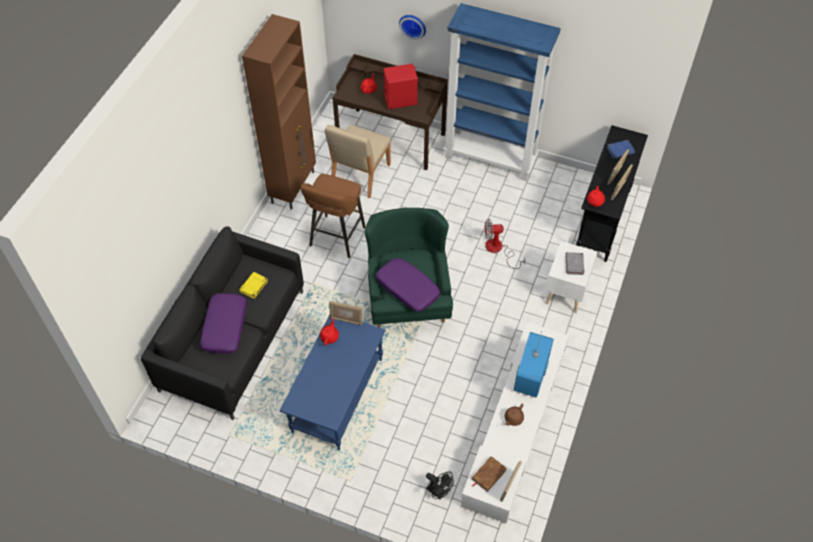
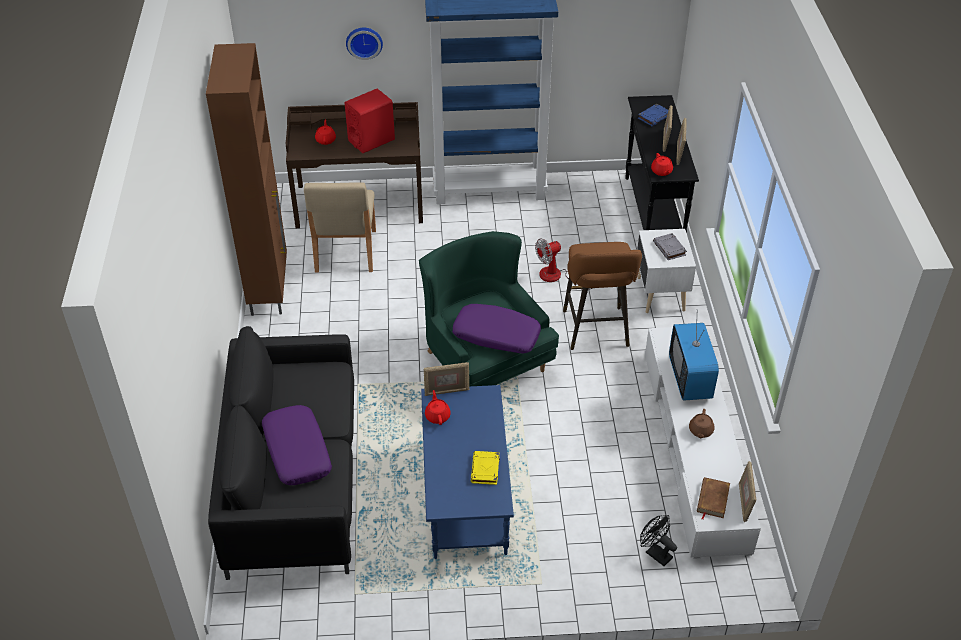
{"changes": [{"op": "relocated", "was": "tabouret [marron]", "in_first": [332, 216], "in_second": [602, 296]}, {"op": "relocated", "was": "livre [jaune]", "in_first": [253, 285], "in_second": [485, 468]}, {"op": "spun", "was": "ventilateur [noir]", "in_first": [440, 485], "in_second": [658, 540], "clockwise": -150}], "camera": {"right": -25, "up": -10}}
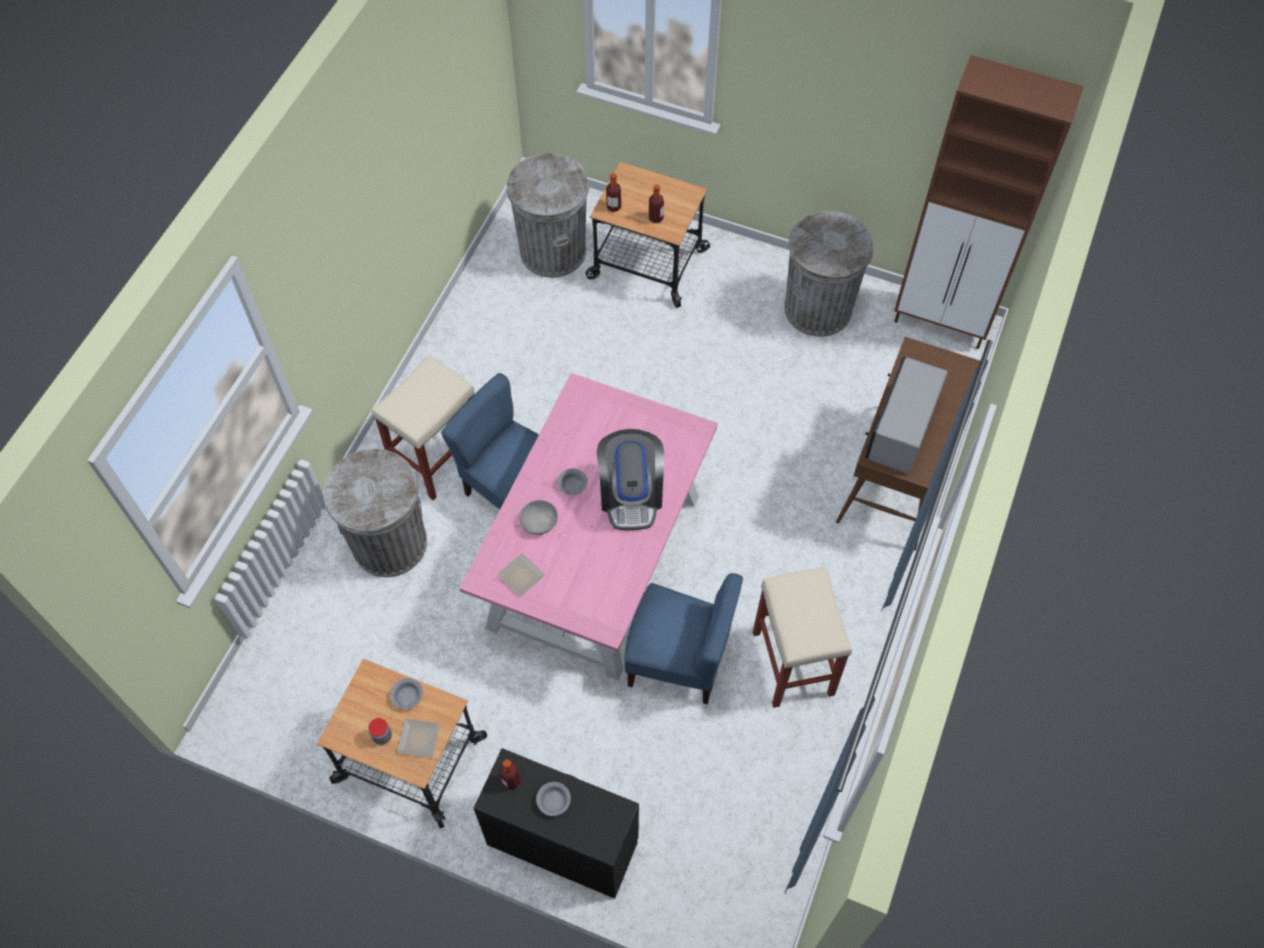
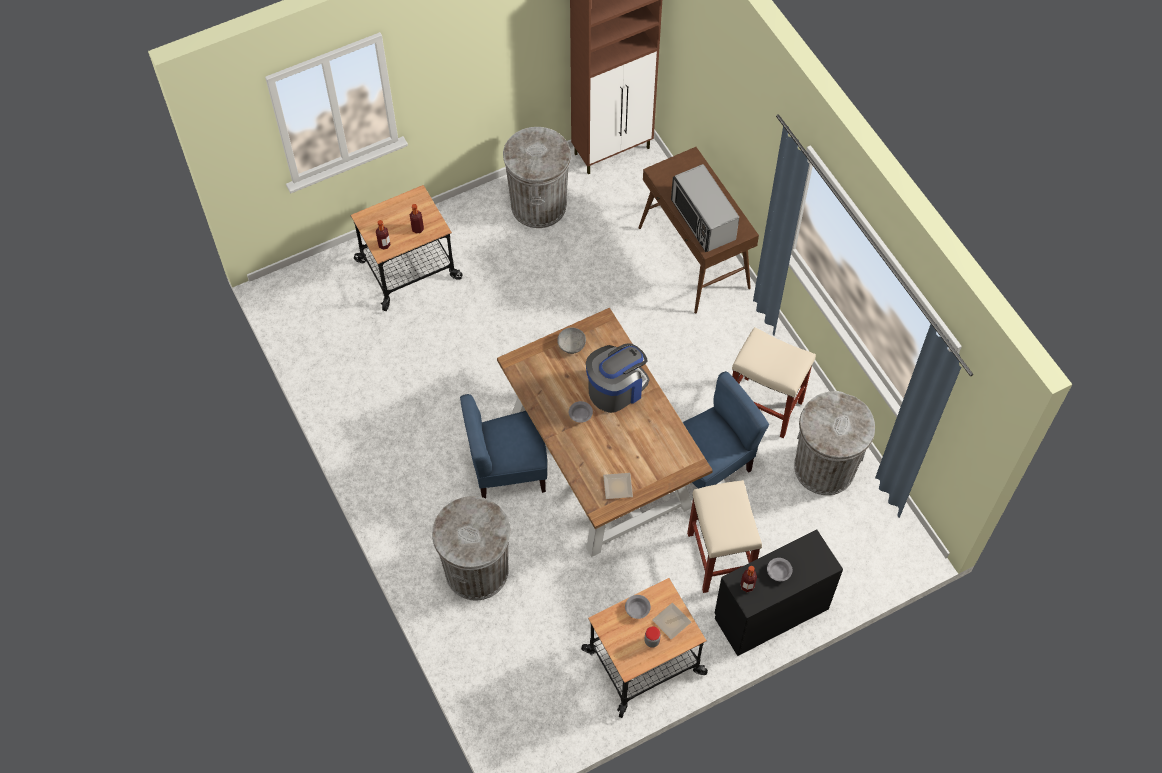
{"changes": [{"op": "relocated", "was": "poubelle [gris]", "in_first": [548, 215], "in_second": [834, 443]}, {"op": "relocated", "was": "tabouret [beige]", "in_first": [423, 427], "in_second": [724, 536]}, {"op": "colour", "was": "table à manger [rose]", "now": "table à manger [marron]", "in_first": [588, 526], "in_second": [605, 432]}, {"op": "spun", "was": "machine à café", "in_first": [630, 479], "in_second": [618, 378], "clockwise": -75}, {"op": "relocated", "was": "bol [gris]", "in_first": [539, 517], "in_second": [571, 341]}], "camera": {"right": -50, "up": 0}}
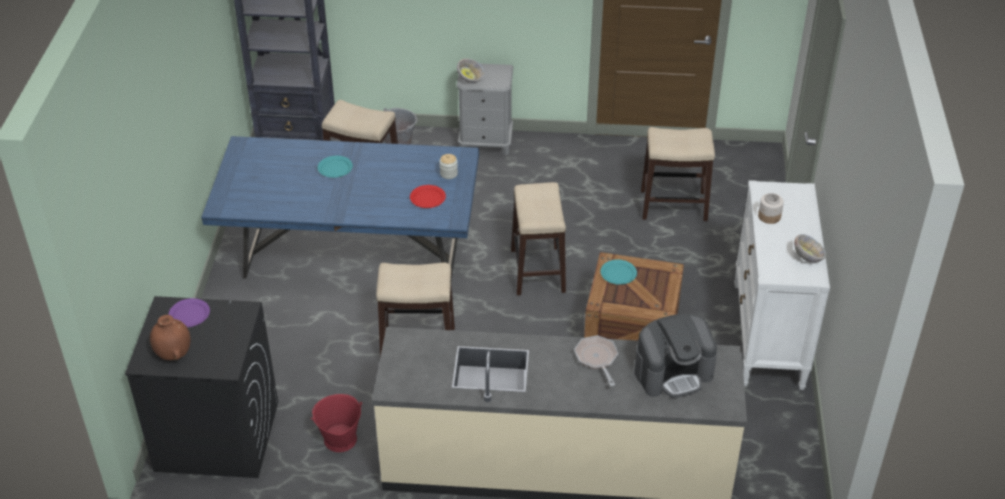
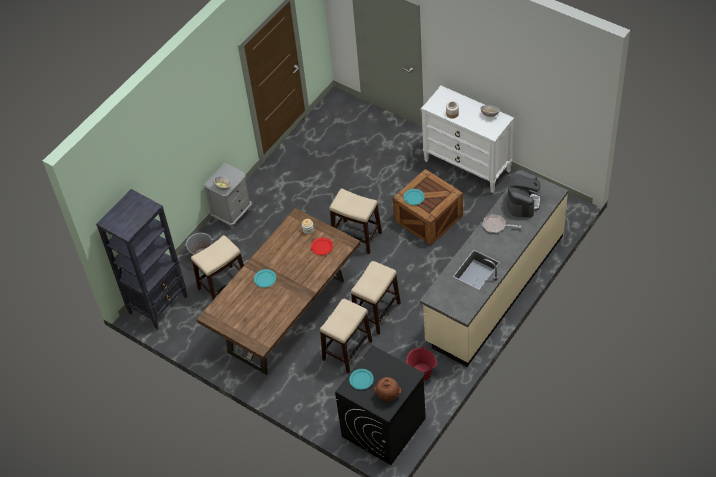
{"changes": [{"op": "relocated", "was": "tabouret", "in_first": [678, 174], "in_second": [346, 336]}, {"op": "colour", "was": "table à manger [bleu]", "now": "table à manger [marron]", "in_first": [340, 208], "in_second": [279, 291]}, {"op": "colour", "was": "assiette [violet]", "now": "assiette [turquoise]", "in_first": [189, 312], "in_second": [361, 379]}], "camera": {"right": -55, "up": 10}}
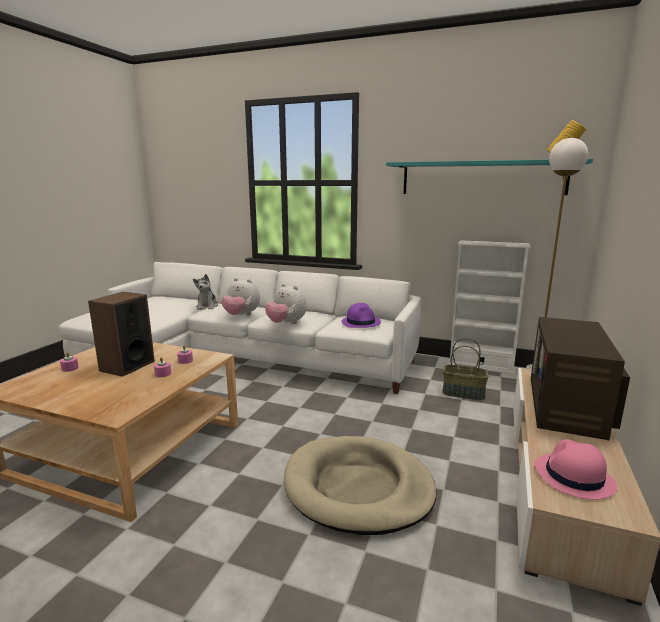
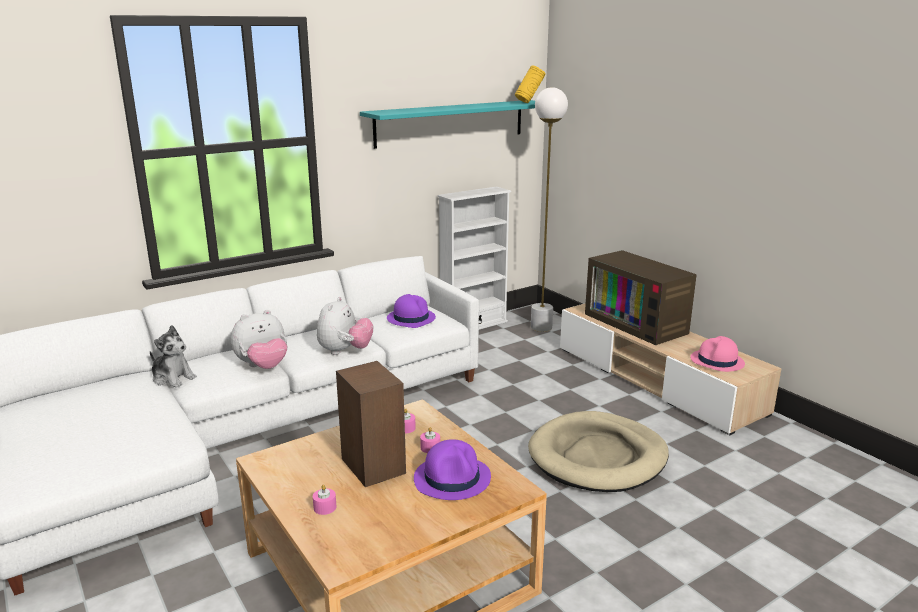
{"changes": [{"op": "spun", "was": "peluche", "in_first": [286, 304], "in_second": [345, 326], "clockwise": -60}, {"op": "missing", "was": "panier", "in_first": [465, 369]}, {"op": "appeared", "now": "chapeau [violet]", "in_second": [452, 469]}], "camera": {"right": -55, "up": 5}}
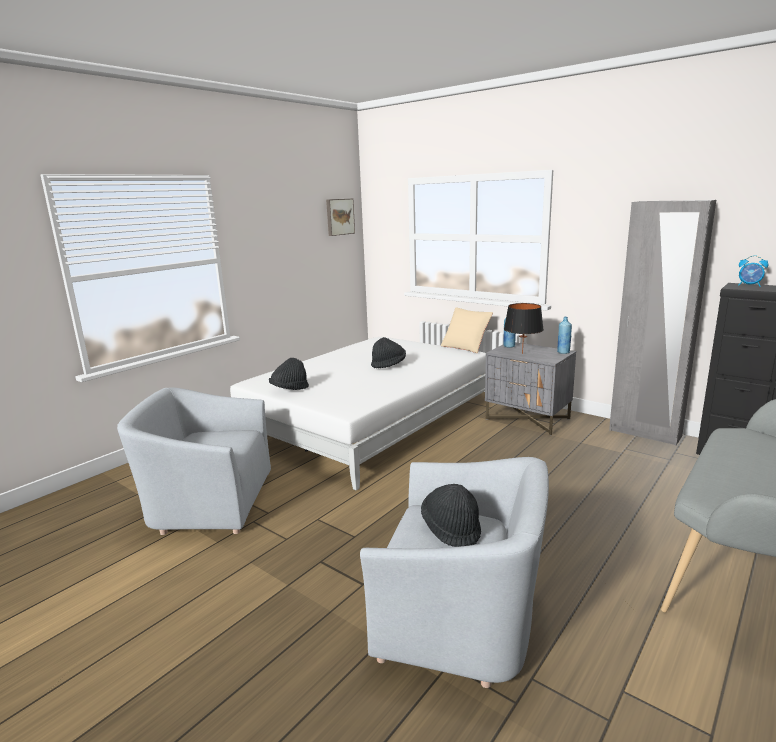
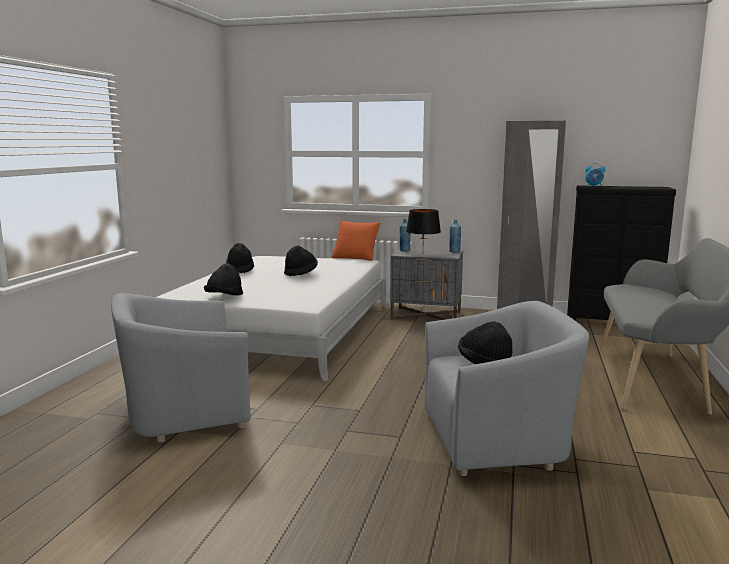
{"changes": [{"op": "missing", "was": "tableau", "in_first": [340, 217]}, {"op": "colour", "was": "coussin [beige]", "now": "coussin [orange]", "in_first": [467, 330], "in_second": [356, 241]}, {"op": "appeared", "now": "chapeau [noir]", "in_second": [240, 258]}], "camera": {"right": -25, "up": -5}}
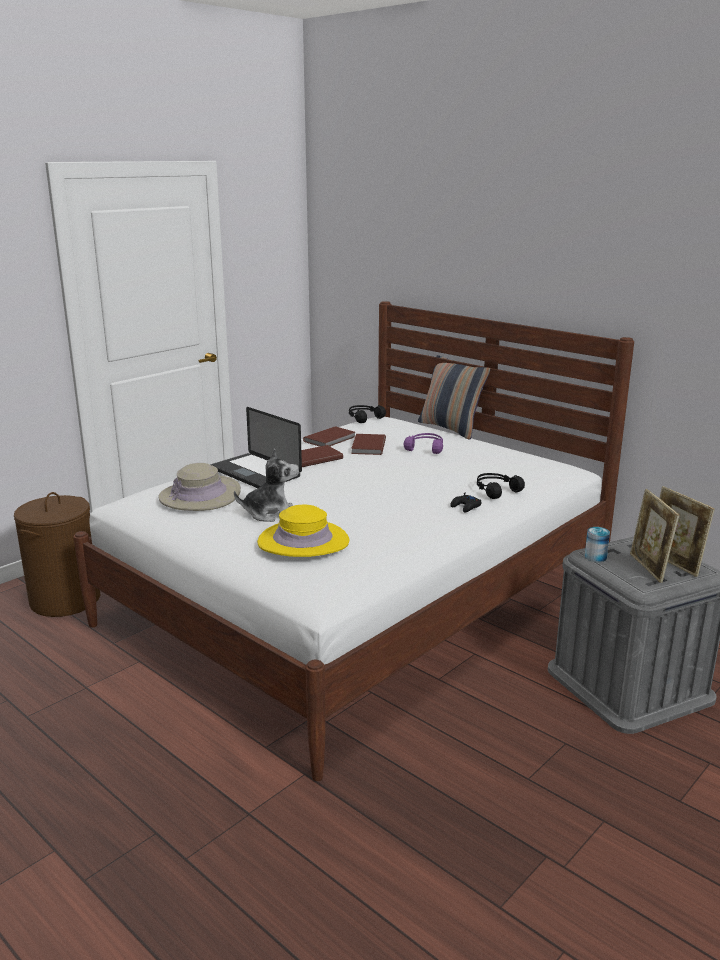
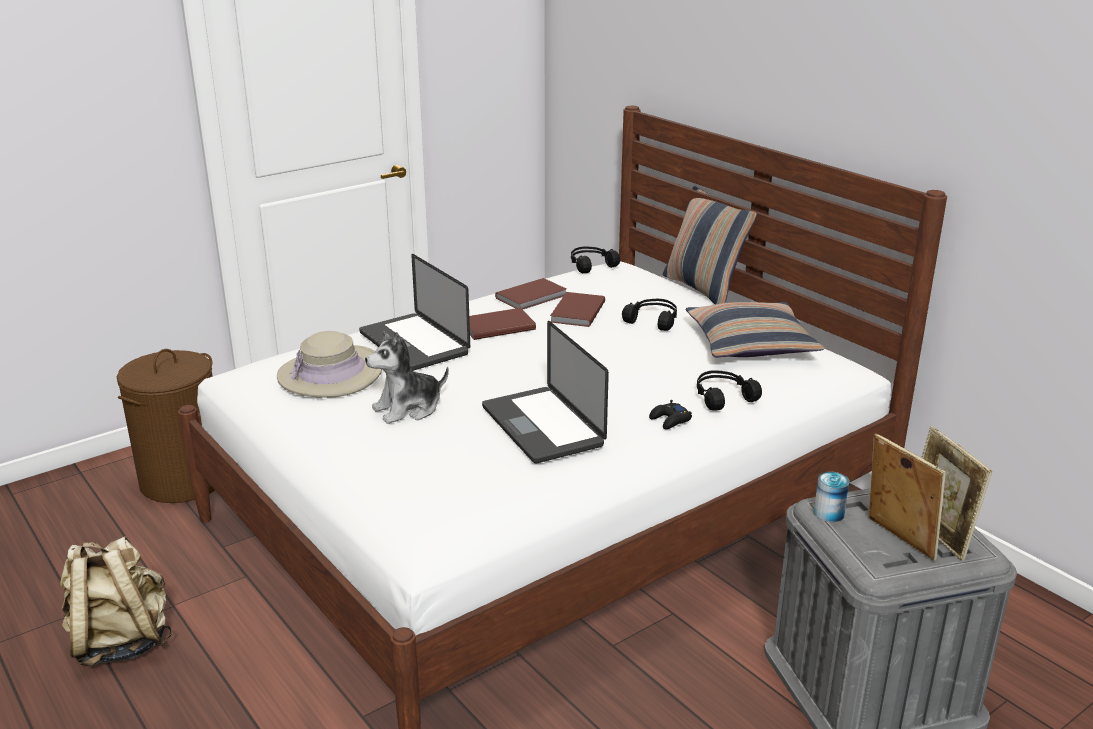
{"changes": [{"op": "colour", "was": "casque audio [violet]", "now": "casque audio [noir]", "in_first": [423, 443], "in_second": [649, 315]}, {"op": "spun", "was": "peluche", "in_first": [266, 485], "in_second": [407, 377], "clockwise": 150}, {"op": "spun", "was": "cadre photo", "in_first": [654, 536], "in_second": [907, 497], "clockwise": 150}, {"op": "missing", "was": "chapeau [jaune]", "in_first": [303, 531]}, {"op": "appeared", "now": "coussin", "in_second": [755, 330]}, {"op": "appeared", "now": "ordinateur portable", "in_second": [545, 392]}, {"op": "appeared", "now": "sac à dos [beige]", "in_second": [116, 601]}], "camera": {"right": 10, "up": 5}}
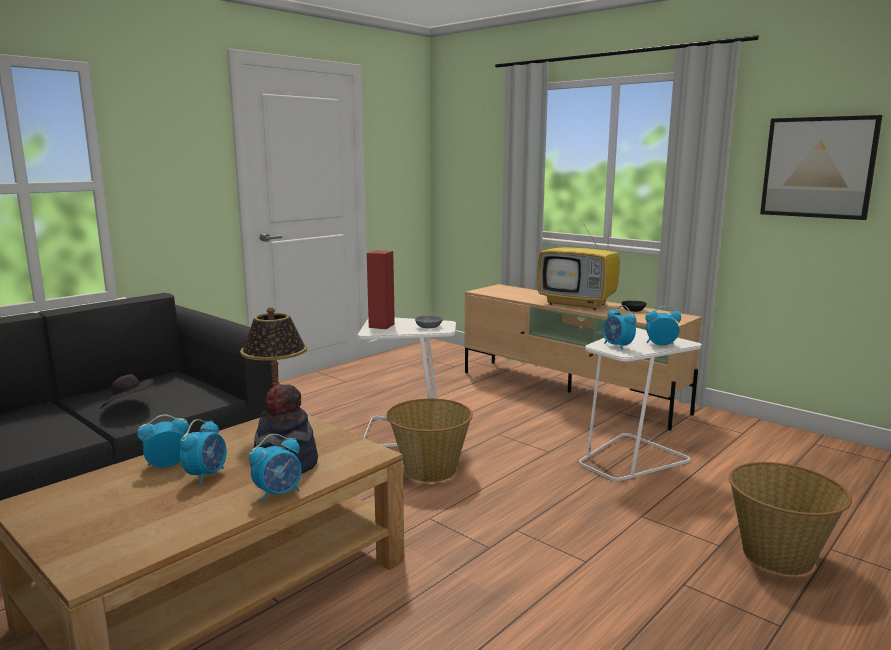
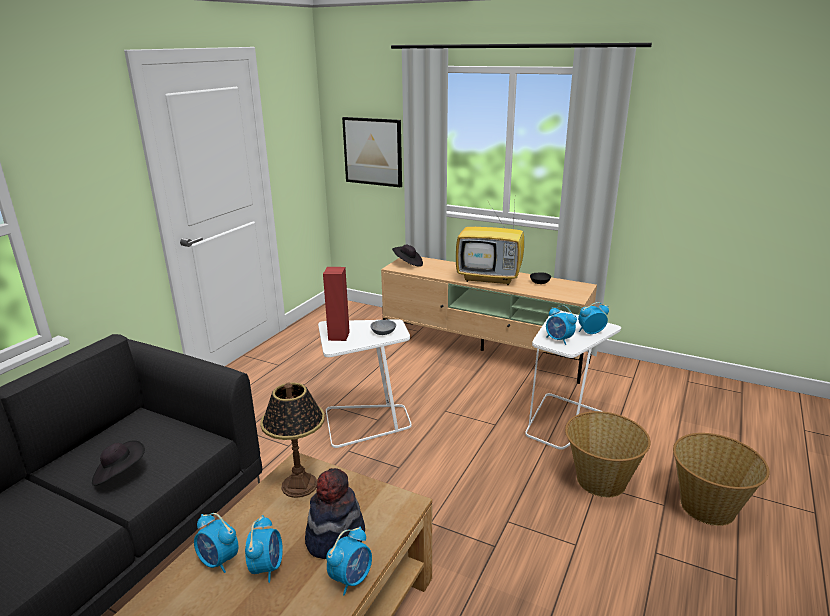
{"changes": [{"op": "relocated", "was": "tableau", "in_first": [821, 167], "in_second": [372, 152]}, {"op": "relocated", "was": "panier", "in_first": [429, 440], "in_second": [607, 454]}, {"op": "spun", "was": "réveil", "in_first": [163, 441], "in_second": [216, 543], "clockwise": -105}, {"op": "appeared", "now": "chapeau [noir]", "in_second": [407, 256]}], "camera": {"right": -15, "up": 10}}
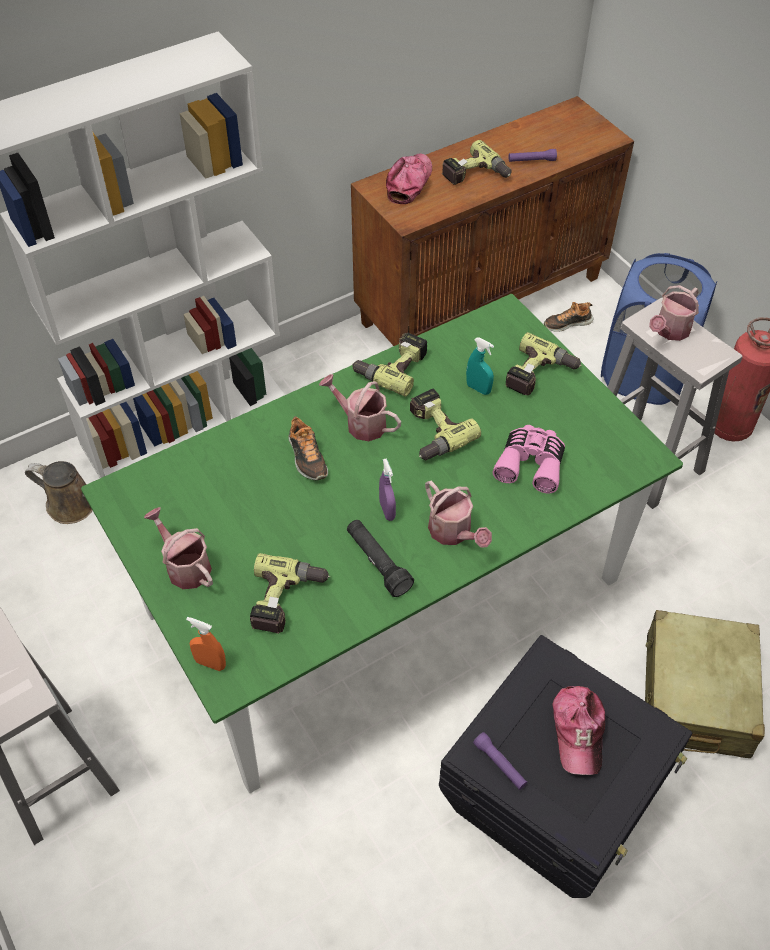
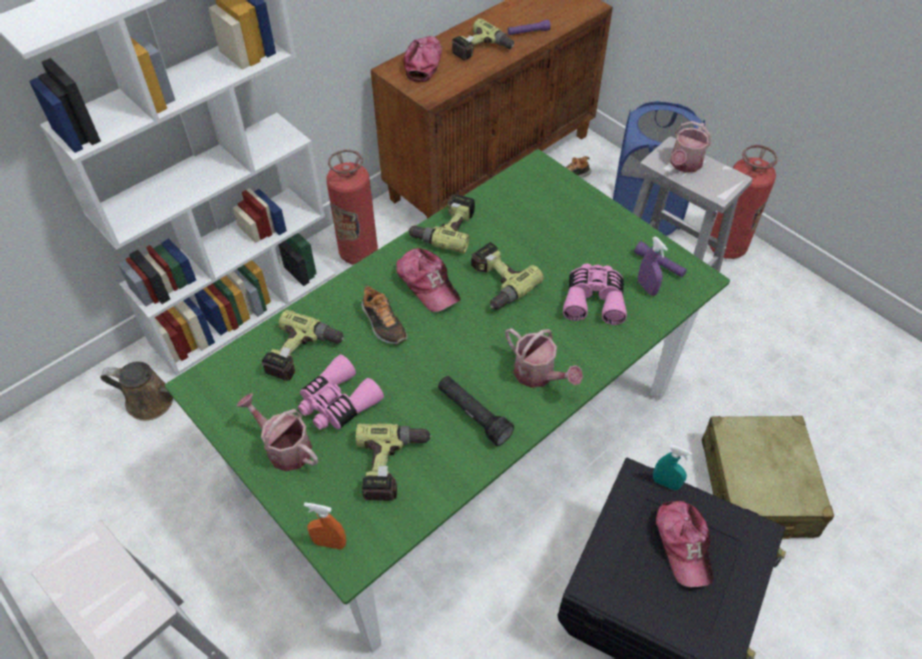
{"changes": [{"op": "relocated", "was": "perceuse", "in_first": [543, 363], "in_second": [303, 345]}, {"op": "relocated", "was": "vaporisateur [turquoise]", "in_first": [480, 366], "in_second": [673, 468]}, {"op": "exchanged", "was": "arrosoir", "now": "casquette", "in_first": [360, 407], "in_second": [428, 280]}, {"op": "relocated", "was": "vaporisateur [violet]", "in_first": [387, 489], "in_second": [653, 266]}, {"op": "relocated", "was": "lampe de poche [violet]", "in_first": [500, 761], "in_second": [660, 259]}, {"op": "appeared", "now": "extincteur", "in_second": [352, 206]}, {"op": "appeared", "now": "jumelles [rose]", "in_second": [341, 392]}], "camera": {"right": -10, "up": 0}}
